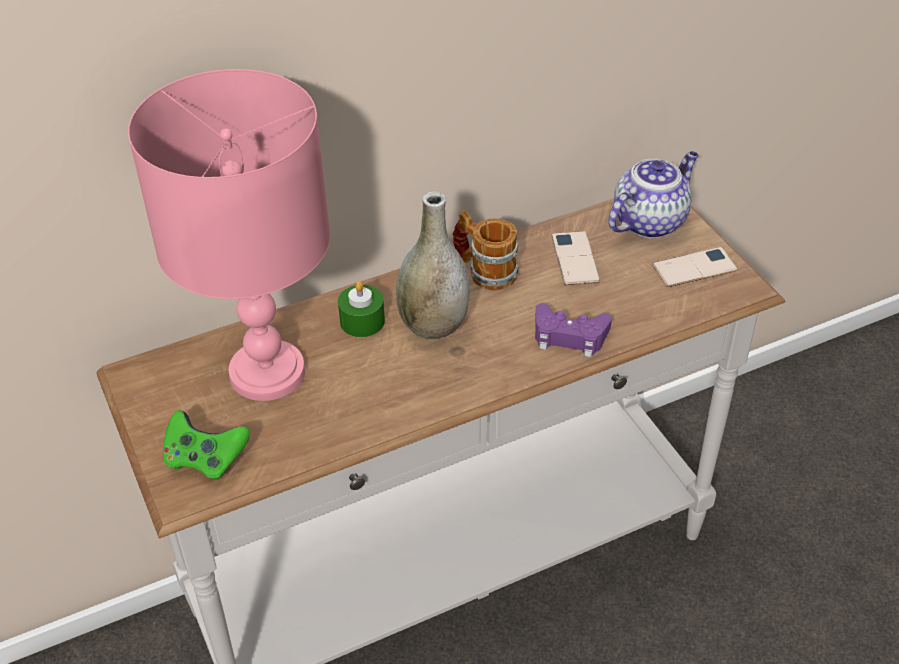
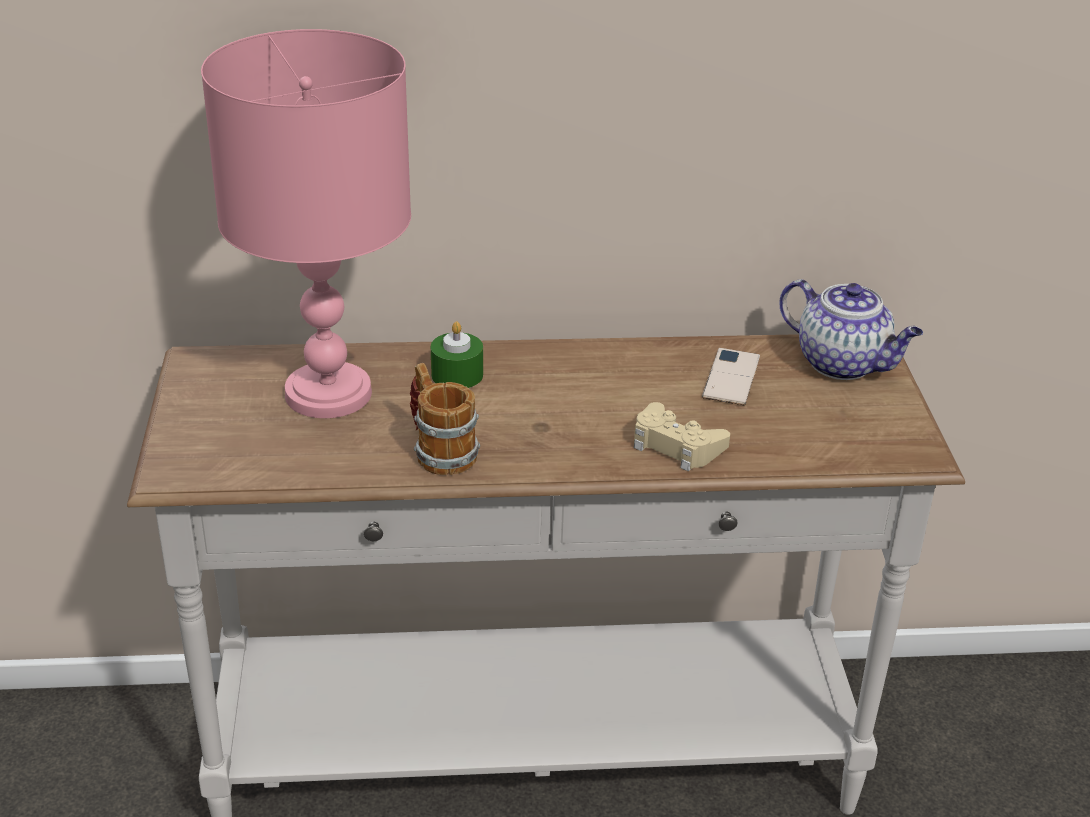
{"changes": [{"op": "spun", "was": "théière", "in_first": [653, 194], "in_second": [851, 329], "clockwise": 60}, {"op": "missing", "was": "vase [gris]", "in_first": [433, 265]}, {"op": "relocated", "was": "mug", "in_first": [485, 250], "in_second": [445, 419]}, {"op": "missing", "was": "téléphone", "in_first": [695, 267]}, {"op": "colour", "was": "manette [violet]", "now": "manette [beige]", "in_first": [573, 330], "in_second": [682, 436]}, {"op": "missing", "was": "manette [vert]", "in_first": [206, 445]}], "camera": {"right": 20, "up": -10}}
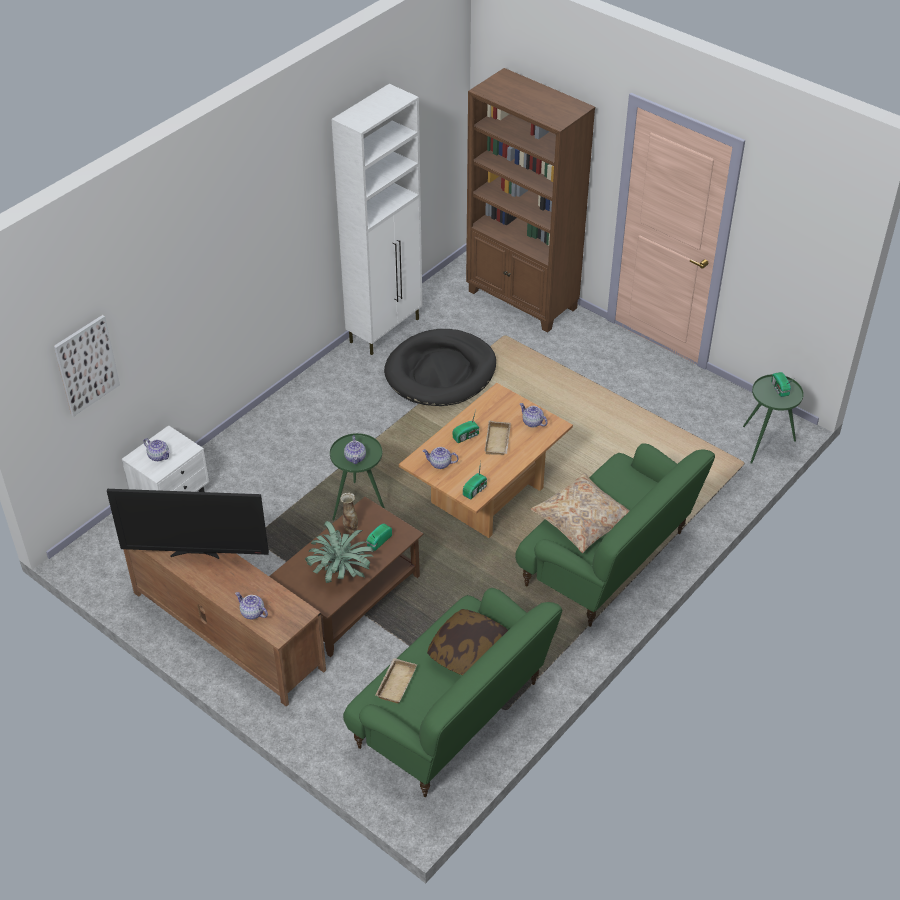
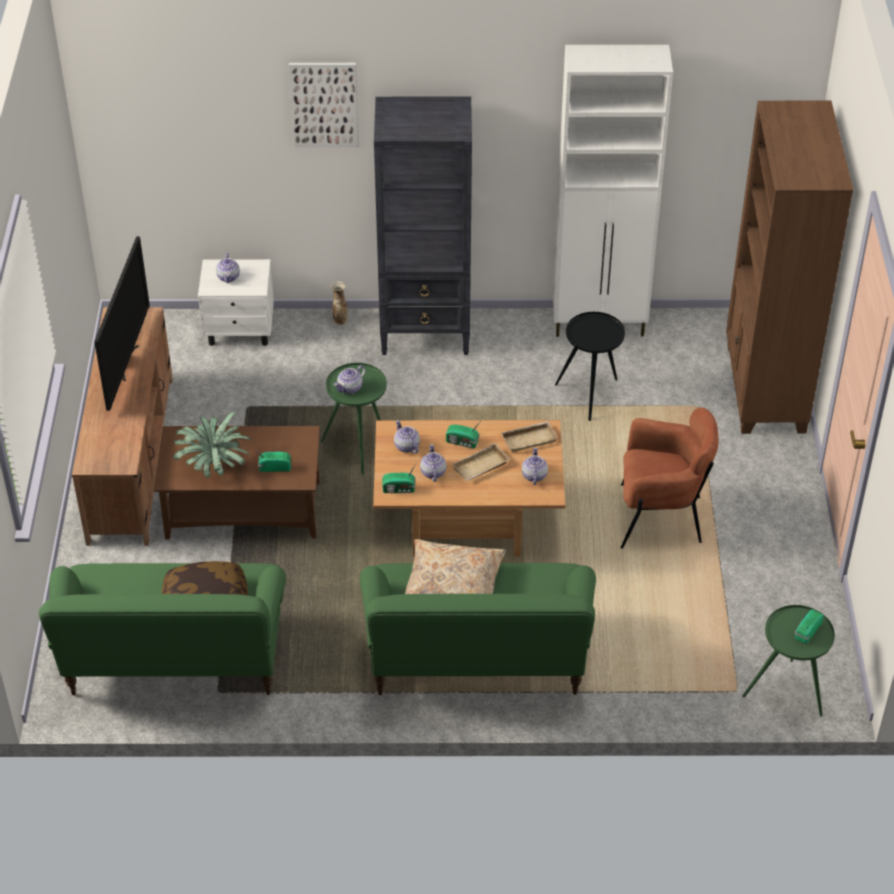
{"changes": [{"op": "relocated", "was": "tableau", "in_first": [87, 366], "in_second": [324, 105]}, {"op": "exchanged", "was": "panier pour chien [noir]", "now": "table d'appoint [noir]", "in_first": [440, 367], "in_second": [590, 366]}, {"op": "spun", "was": "téléviseur", "in_first": [188, 524], "in_second": [122, 323], "clockwise": -135}, {"op": "relocated", "was": "vase", "in_first": [349, 513], "in_second": [339, 303]}, {"op": "relocated", "was": "théière", "in_first": [251, 605], "in_second": [433, 463]}, {"op": "relocated", "was": "plateau [beige]", "in_first": [396, 680], "in_second": [529, 437]}, {"op": "appeared", "now": "bibliothèque [noir]", "in_second": [423, 226]}, {"op": "appeared", "now": "fauteuil [marron]", "in_second": [669, 478]}], "camera": {"right": 50, "up": 0}}
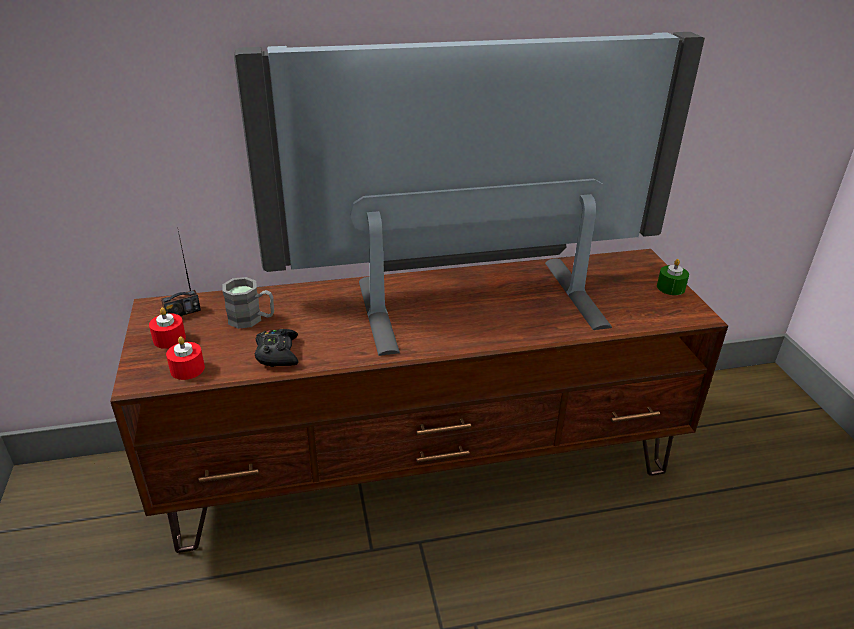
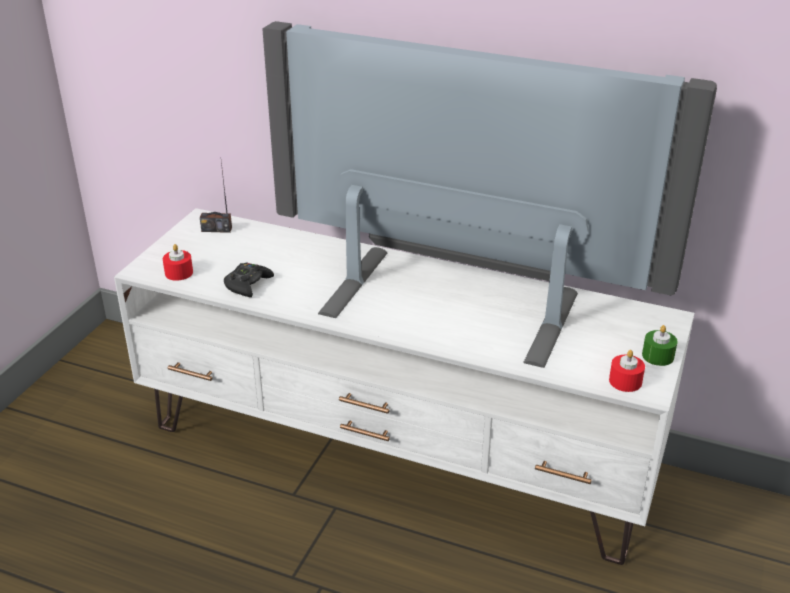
{"changes": [{"op": "colour", "was": "meuble télé [marron]", "now": "meuble télé [blanc]", "in_first": [419, 401], "in_second": [404, 386]}, {"op": "missing", "was": "mug [gris]", "in_first": [248, 303]}, {"op": "relocated", "was": "bougie [rouge]", "in_first": [167, 328], "in_second": [627, 371]}], "camera": {"right": 35, "up": 0}}
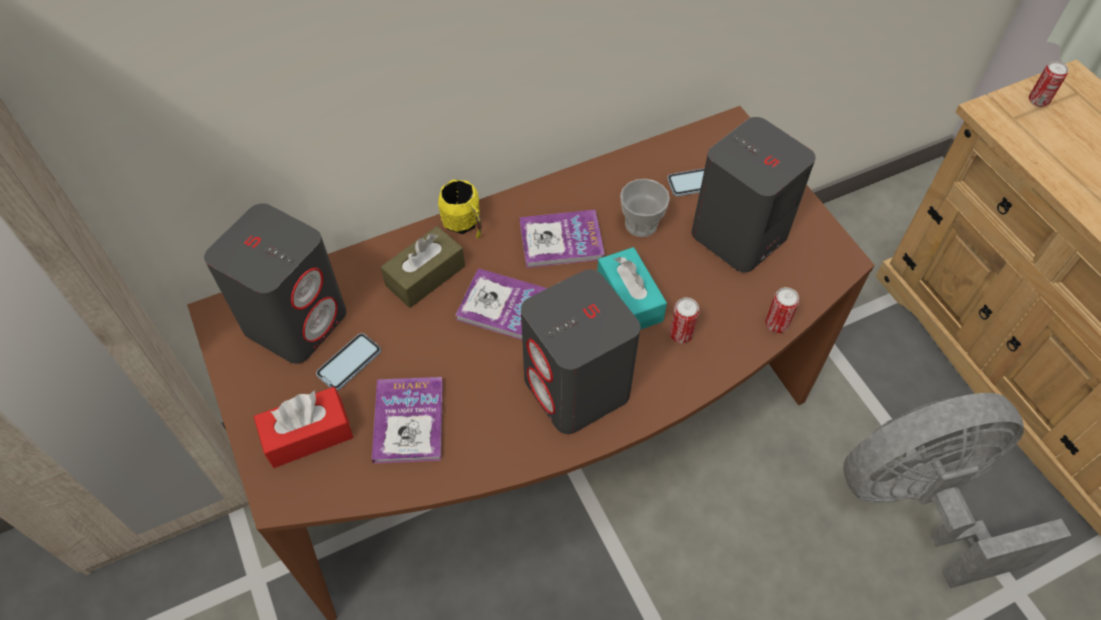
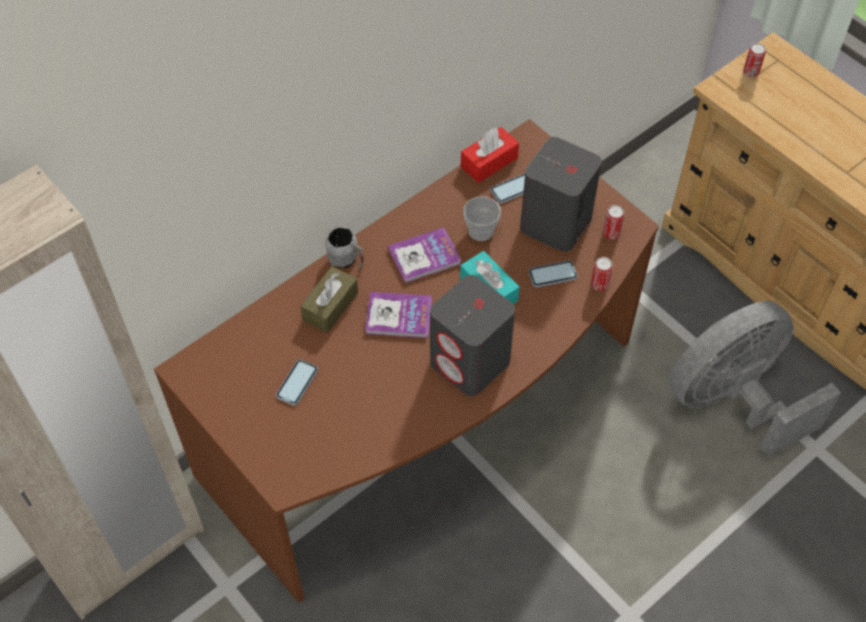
{"changes": [{"op": "colour", "was": "mug [jaune]", "now": "mug [gris]", "in_first": [460, 208], "in_second": [344, 248]}, {"op": "missing", "was": "enceinte [gris]", "in_first": [275, 283]}, {"op": "relocated", "was": "boîte métallique", "in_first": [684, 320], "in_second": [613, 222]}, {"op": "missing", "was": "livre", "in_first": [407, 420]}, {"op": "relocated", "was": "boîte à mouchoirs [rouge]", "in_first": [303, 427], "in_second": [490, 155]}, {"op": "appeared", "now": "téléphone", "in_second": [553, 273]}], "camera": {"right": -15, "up": 0}}
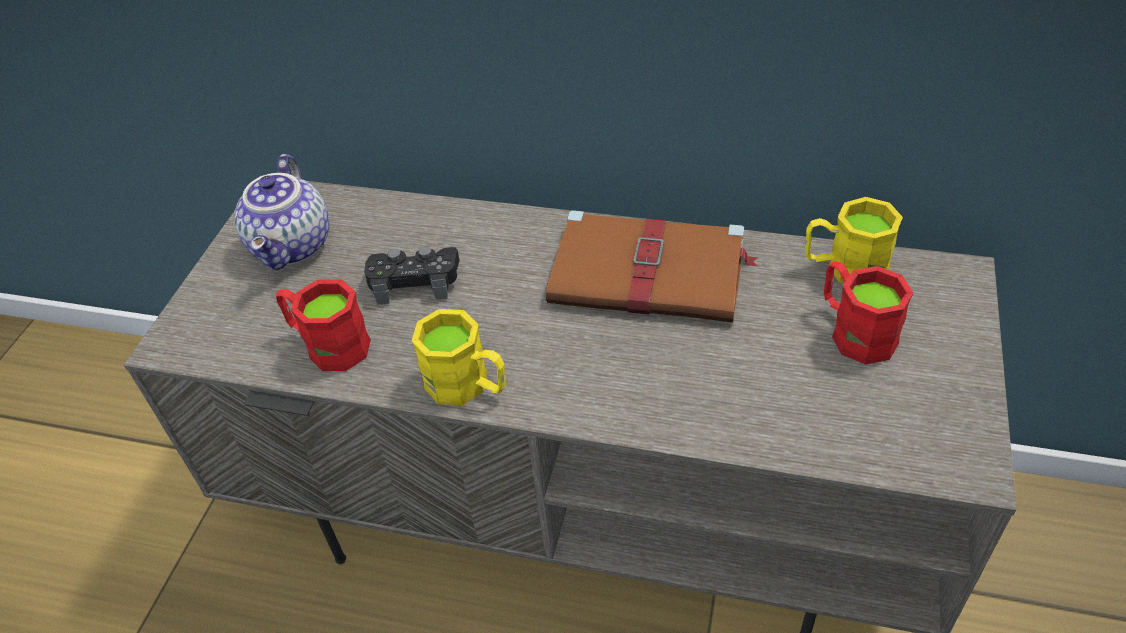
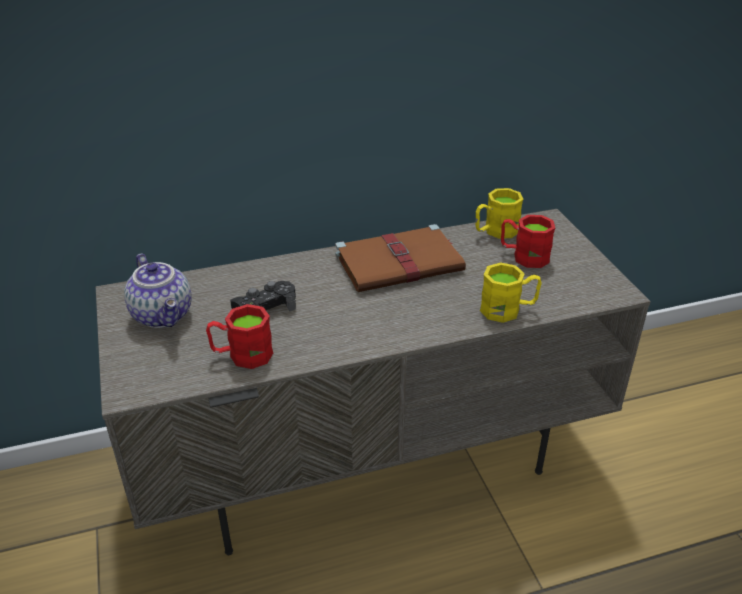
{"changes": [{"op": "relocated", "was": "mug [jaune]", "in_first": [459, 357], "in_second": [511, 292]}], "camera": {"right": -35, "up": -10}}
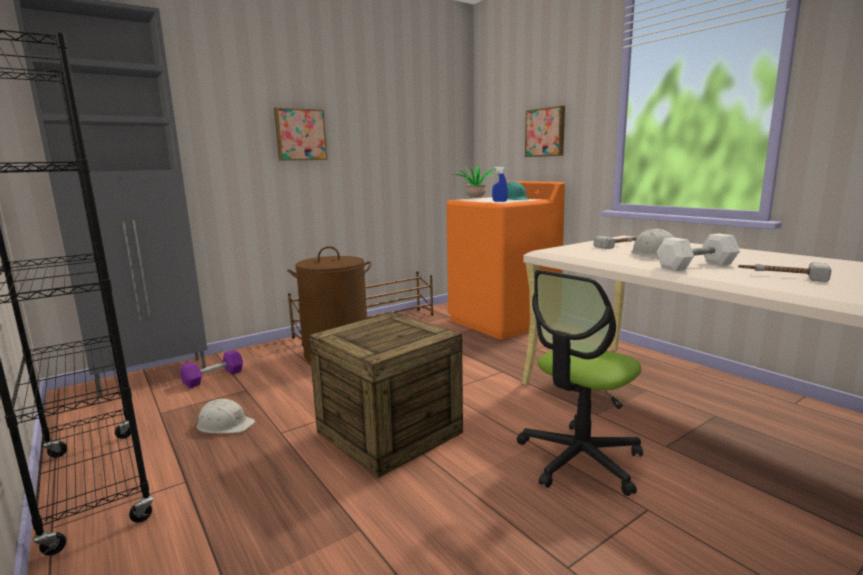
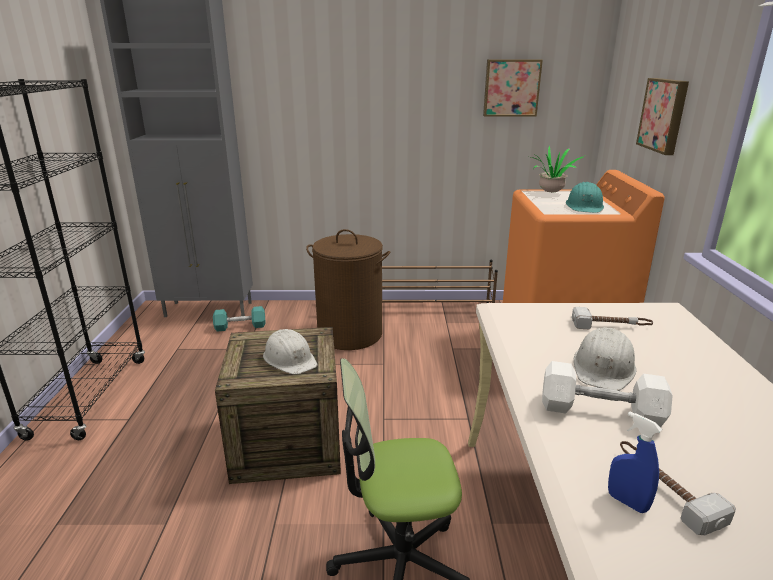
{"changes": [{"op": "relocated", "was": "tableau", "in_first": [301, 134], "in_second": [513, 88]}, {"op": "relocated", "was": "vaporisateur [bleu]", "in_first": [500, 184], "in_second": [635, 462]}, {"op": "colour", "was": "haltère [violet]", "now": "haltère [turquoise]", "in_first": [211, 369], "in_second": [239, 319]}, {"op": "relocated", "was": "casque de chantier [blanc]", "in_first": [225, 416], "in_second": [290, 351]}], "camera": {"right": 35, "up": 10}}
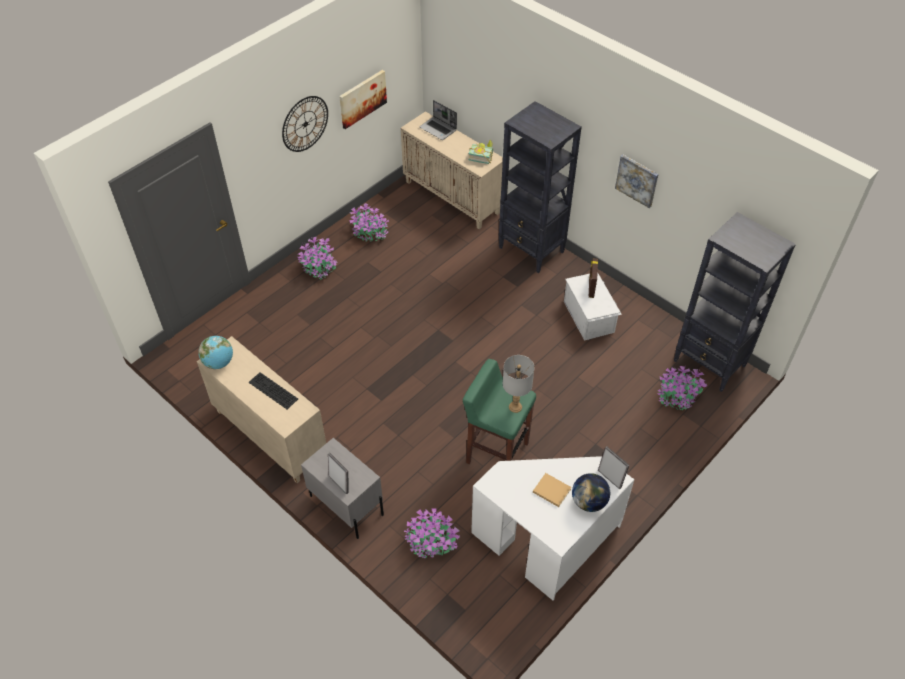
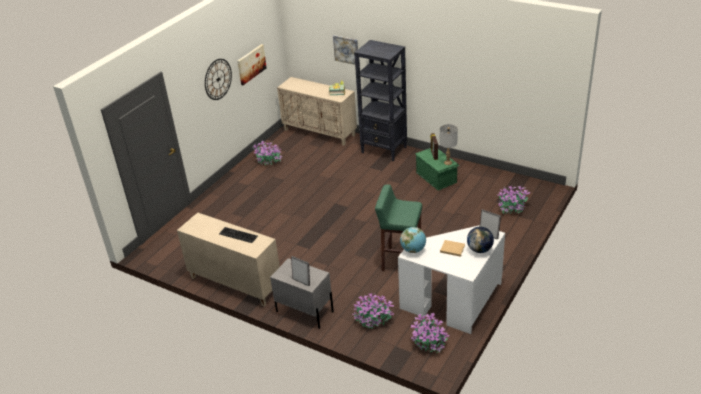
{"changes": [{"op": "missing", "was": "ordinateur portable", "in_first": [438, 120]}, {"op": "relocated", "was": "tableau", "in_first": [637, 181], "in_second": [345, 50]}, {"op": "missing", "was": "bibliothèque [noir]", "in_first": [735, 302]}, {"op": "relocated", "was": "plante en pot", "in_first": [318, 258], "in_second": [430, 333]}, {"op": "colour", "was": "boîte de rangement [blanc]", "now": "boîte de rangement [vert]", "in_first": [593, 306], "in_second": [437, 169]}, {"op": "relocated", "was": "globe", "in_first": [215, 352], "in_second": [413, 240]}, {"op": "relocated", "was": "lampe de table [gris]", "in_first": [518, 384], "in_second": [449, 144]}], "camera": {"right": -10, "up": -15}}
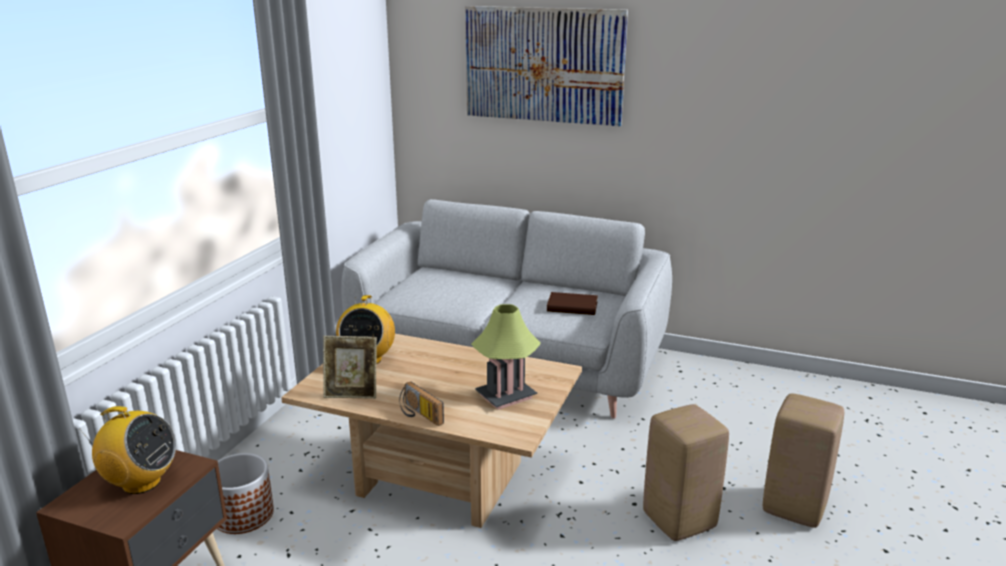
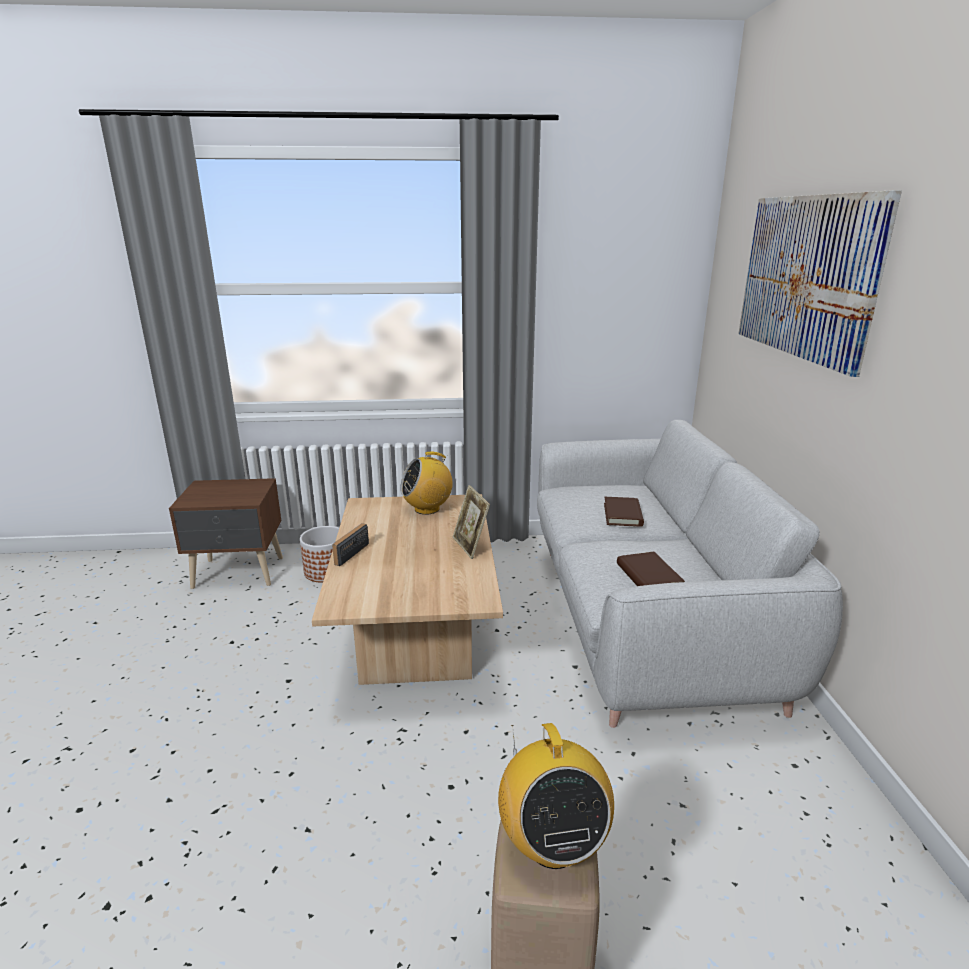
{"changes": [{"op": "missing", "was": "lampe de table", "in_first": [506, 357]}, {"op": "relocated", "was": "cadre photo", "in_first": [350, 367], "in_second": [471, 522]}, {"op": "missing", "was": "tabouret [beige]", "in_first": [686, 472]}, {"op": "relocated", "was": "radio", "in_first": [128, 450], "in_second": [556, 796]}, {"op": "appeared", "now": "livre [marron]", "in_second": [624, 512]}], "camera": {"right": 65, "up": 0}}
